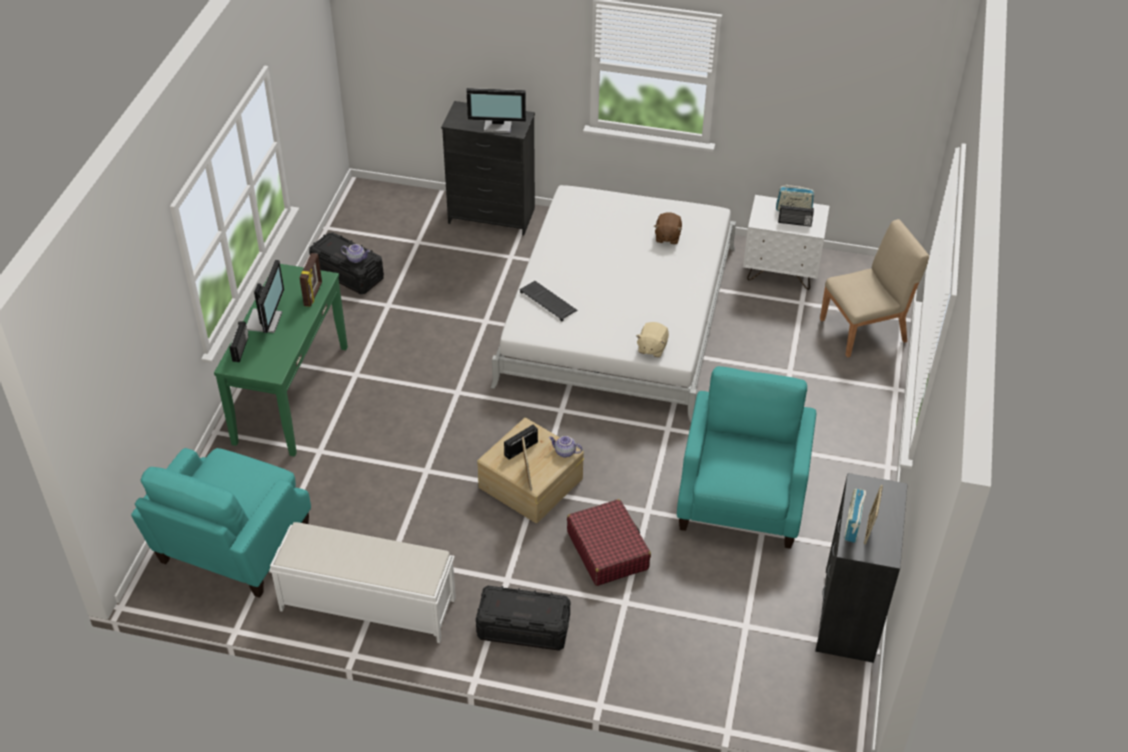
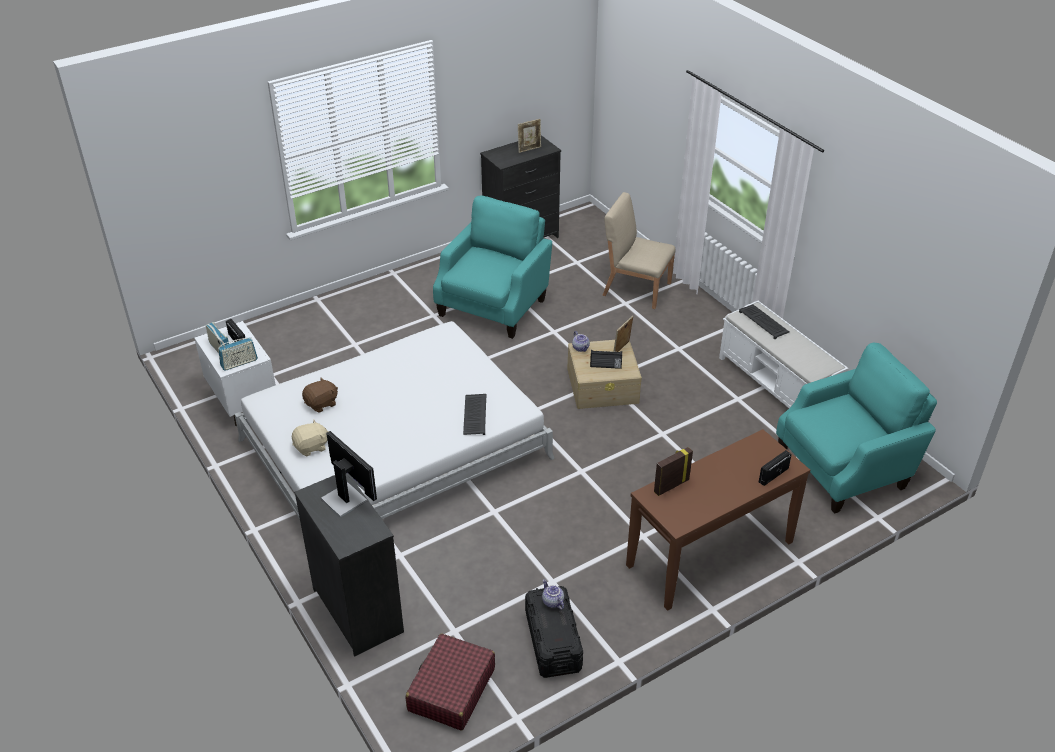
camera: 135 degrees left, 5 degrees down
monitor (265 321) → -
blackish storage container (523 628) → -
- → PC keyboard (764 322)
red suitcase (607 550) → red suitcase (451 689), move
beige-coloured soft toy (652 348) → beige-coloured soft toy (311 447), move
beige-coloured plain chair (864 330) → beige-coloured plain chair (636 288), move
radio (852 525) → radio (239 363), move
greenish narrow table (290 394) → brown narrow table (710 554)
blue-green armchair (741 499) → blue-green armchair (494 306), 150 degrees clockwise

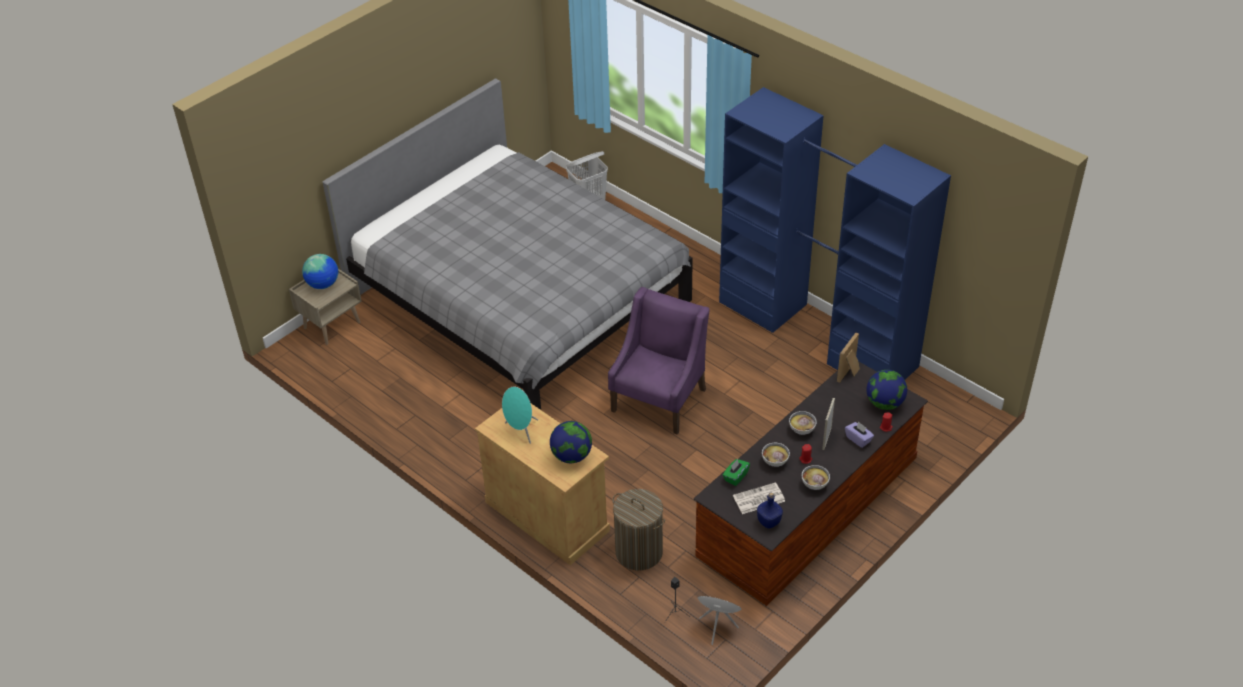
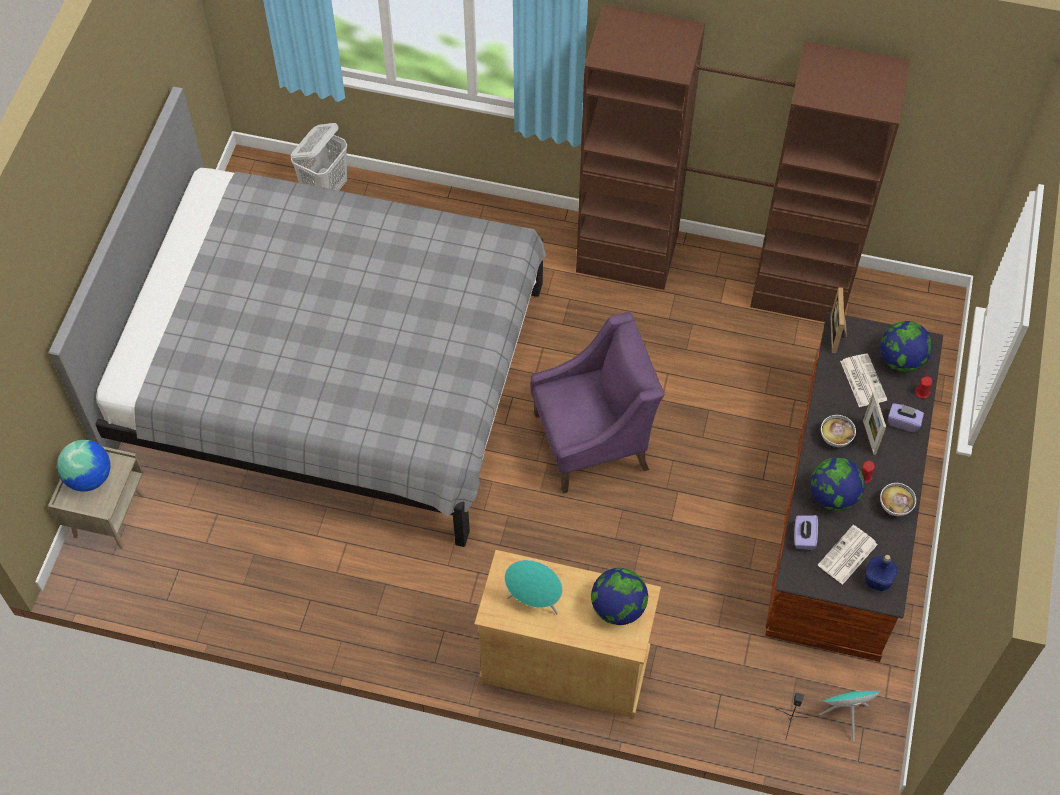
camera: 30 degrees left, 15 degrees up
laundry basket (639 552) → -
- → daily paper (862 380)
bowl (774 462) → desk globe (833 496)
blue clothes cupboard (817 334) → brown clothes cupboard (715 269)
greenish tissue holder (735 477) → purplish tissue holder (804 537)
purplish armchair (659 399) → purplish armchair (592 441), 75 degrees clockwise

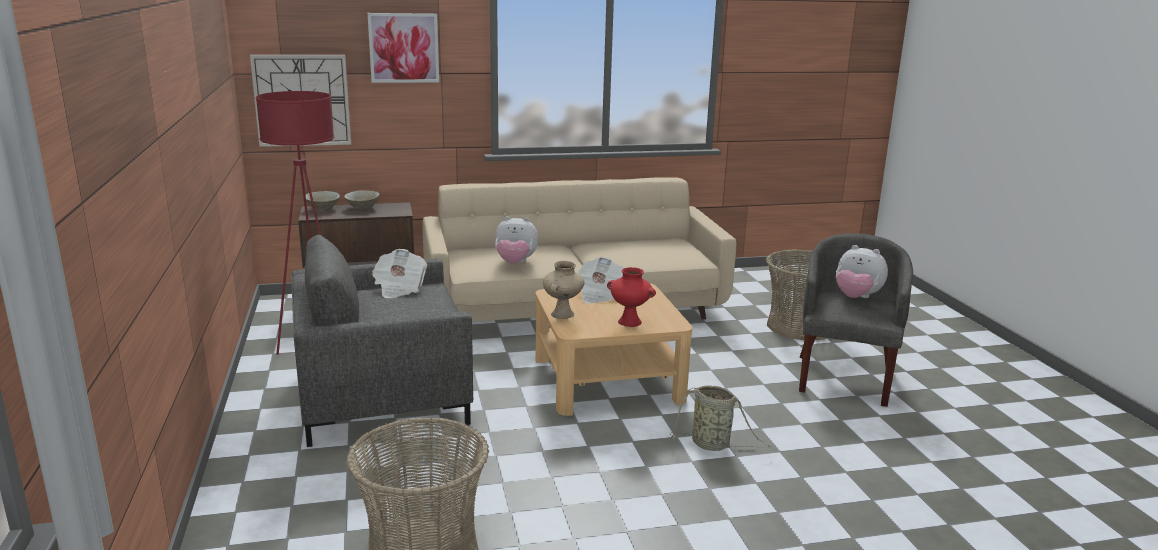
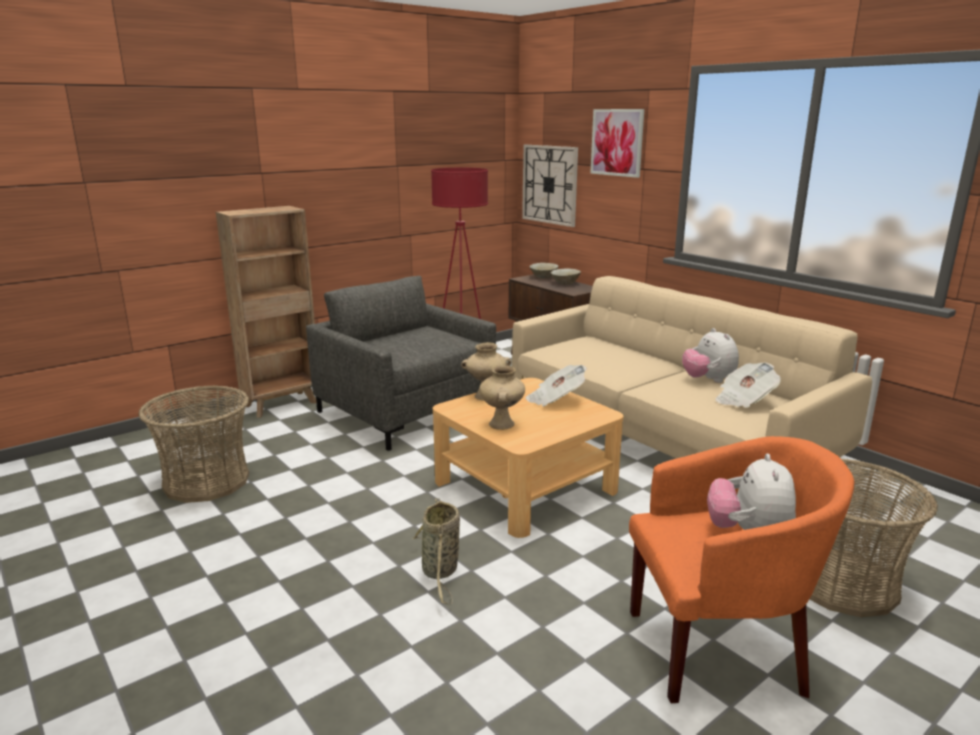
camera: 65 degrees right, 0 degrees up
- → brown bookshelf (282 404)
daily paper (399 288) → daily paper (744 400), move
soft toy (515 263) → soft toy (708 380), move
red vase (630 322) → beige-coloured vase (502 424)
greyish armchair (844 378) → orange-coloured armchair (720 648)

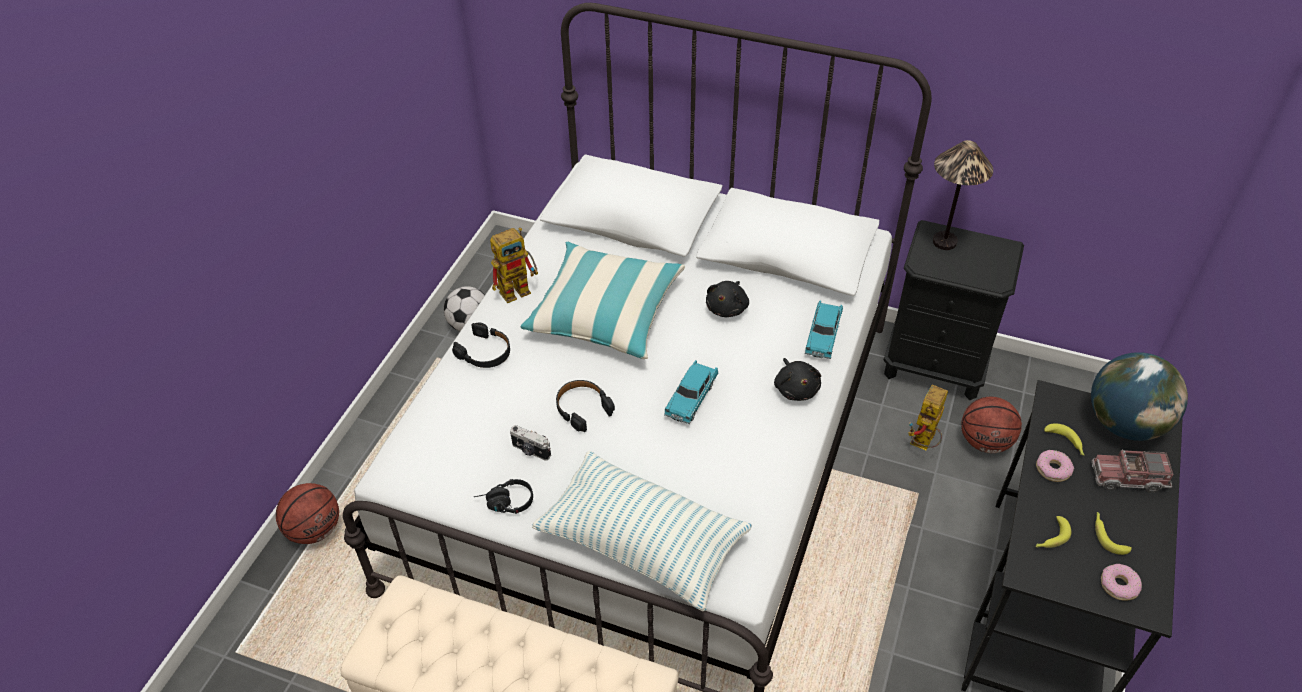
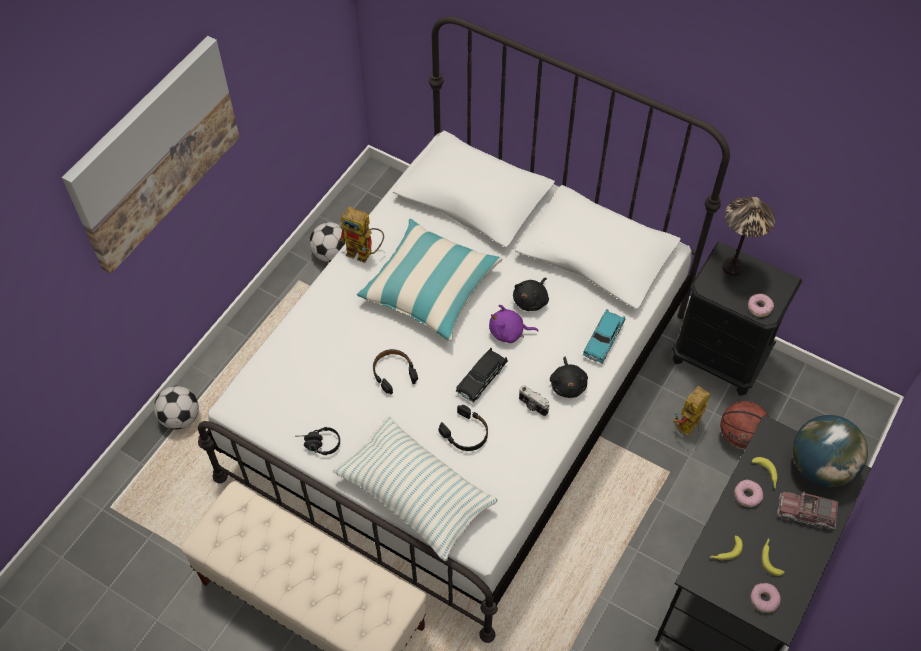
camera: 10 degrees right, 10 degrees up
- → wall art (154 153)
- → purplish soft toy (509 332)
- → doughnut (759 307)
blackish pair of headphones (485 352) → blackish pair of headphones (465 433), move
still camera (530 451) → still camera (532 406), move
basketball (315 529) → football (180 417)
blue-green model car (691 398) → blackish model car (481 379)
toy robot (519 288) → toy robot (365 253), 45 degrees clockwise

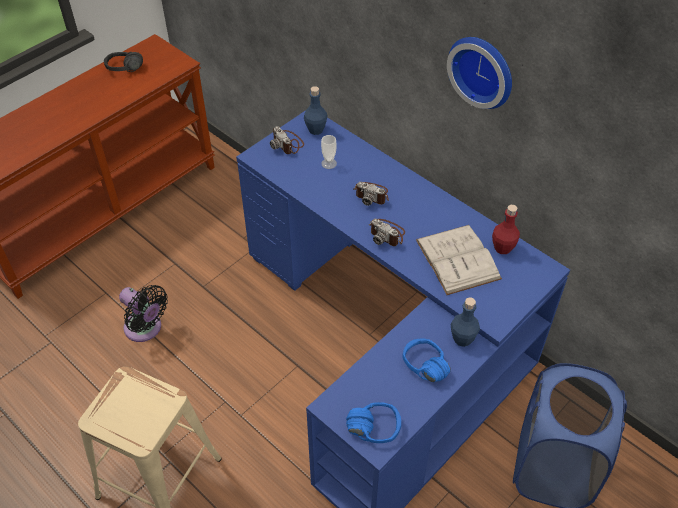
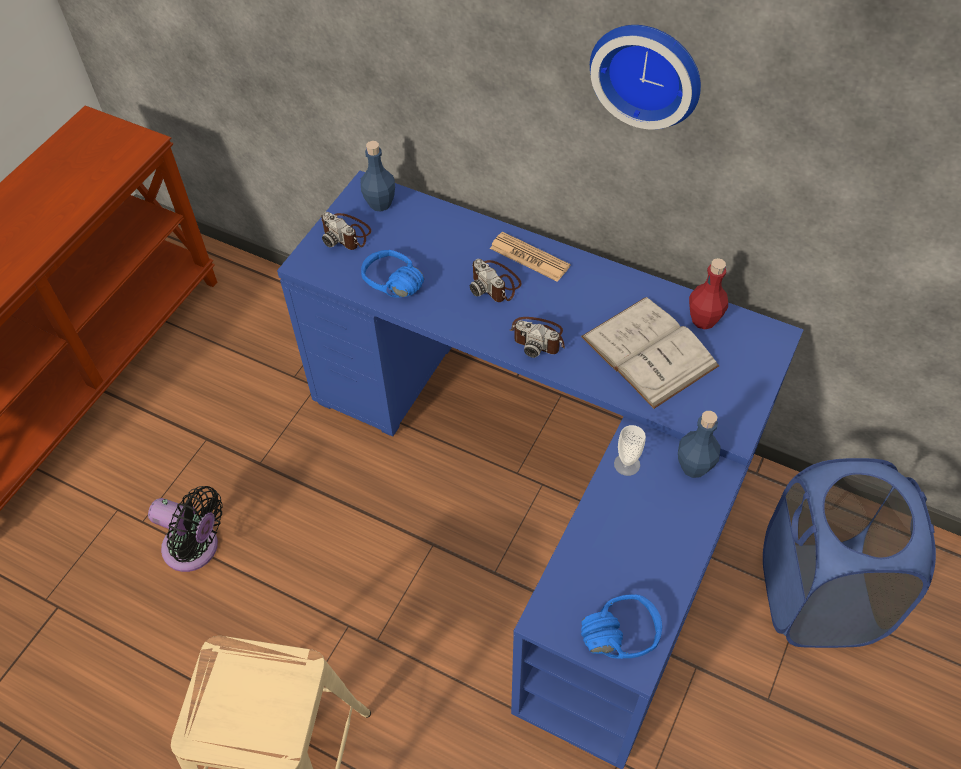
camera: 15 degrees left, 5 degrees up
blackish pair of headphones (124 71) → -
- → daily paper (529 257)
cup (329 163) → cup (627 464), move
blue pair of headphones (419 370) → blue pair of headphones (387 289), move
still camera (372 194) → still camera (495 283), 45 degrees clockwise

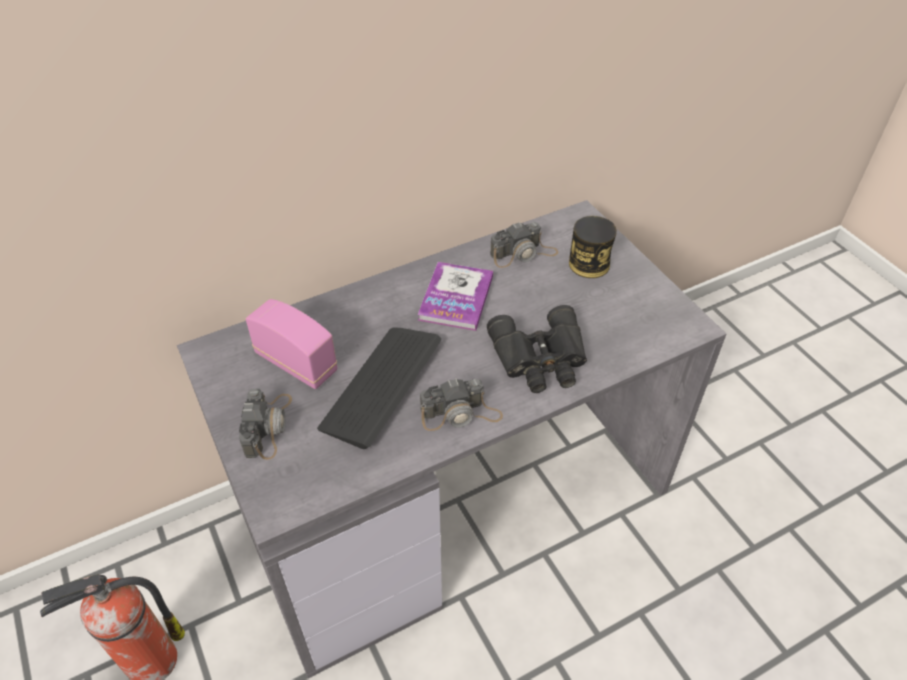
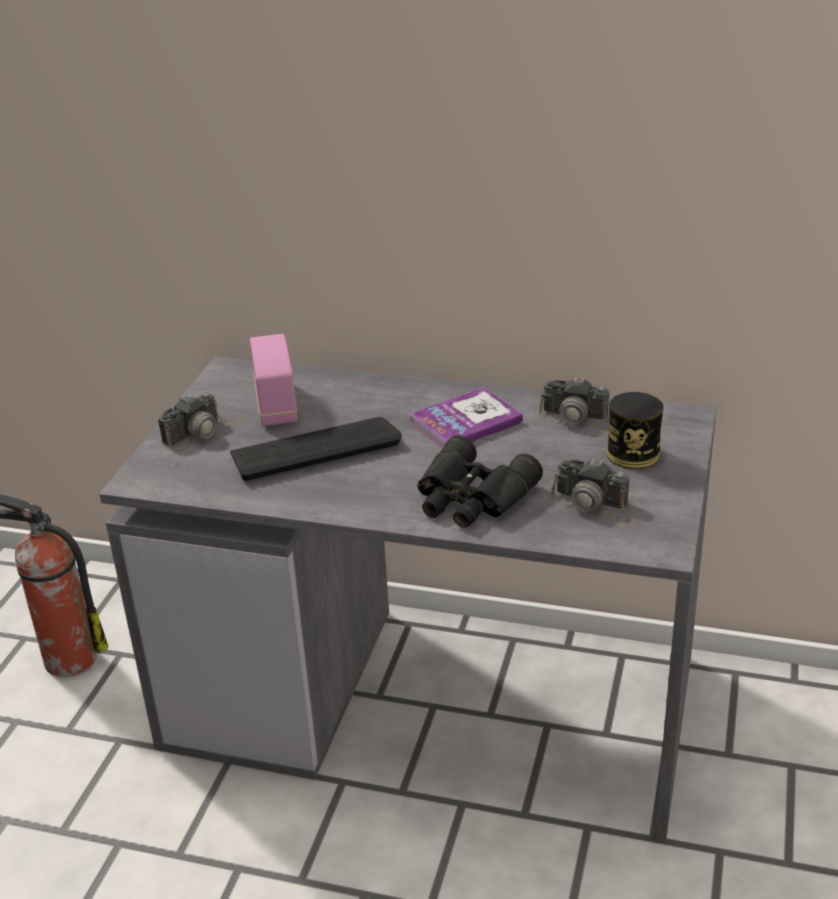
camera: 45 degrees right, 15 degrees down
still camera (460 414) → still camera (594 505), move

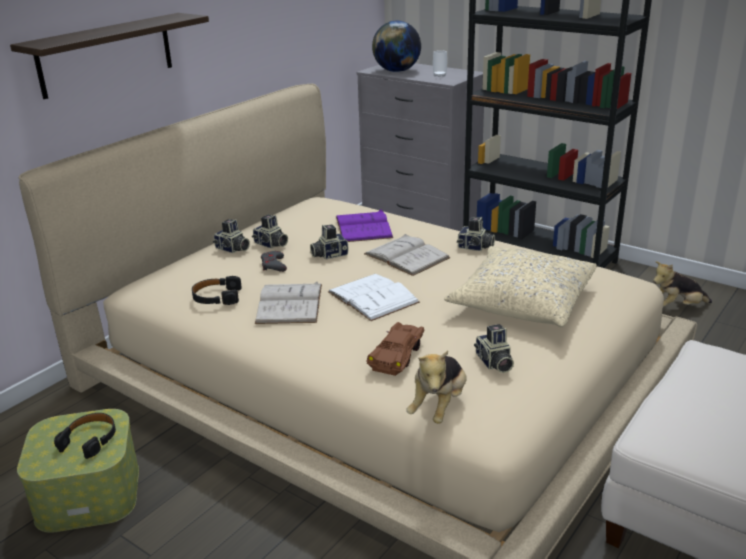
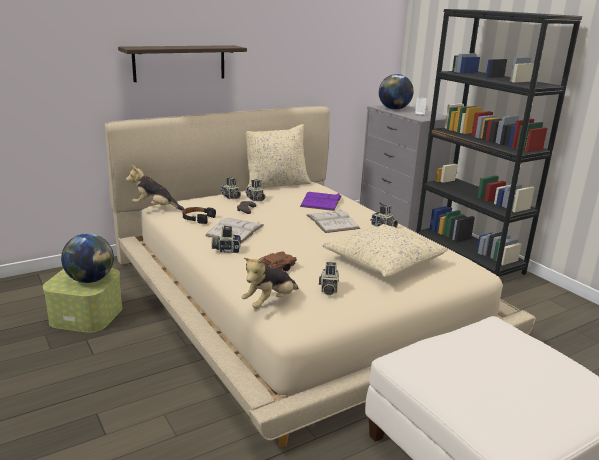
camera: 20 degrees right, 5 degrees down
white-coloured book (373 297) → -
- → beige-coloured cushion (275 185)
still camera (329 254) → still camera (226 249), move
soft toy (676 307) → soft toy (155 207), move
blackish pair of headphones (90 440) → desk globe (90 280)

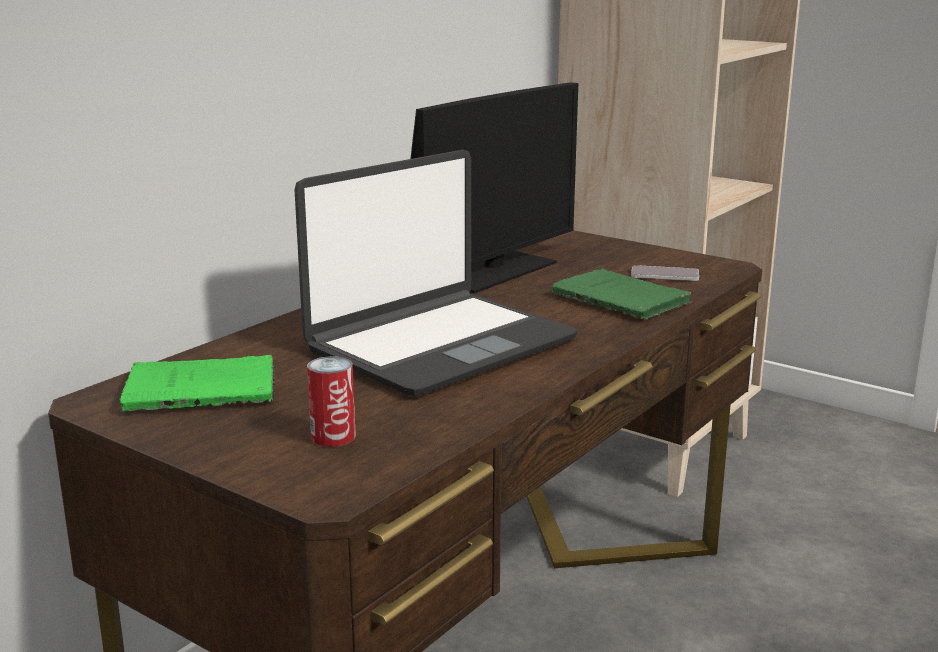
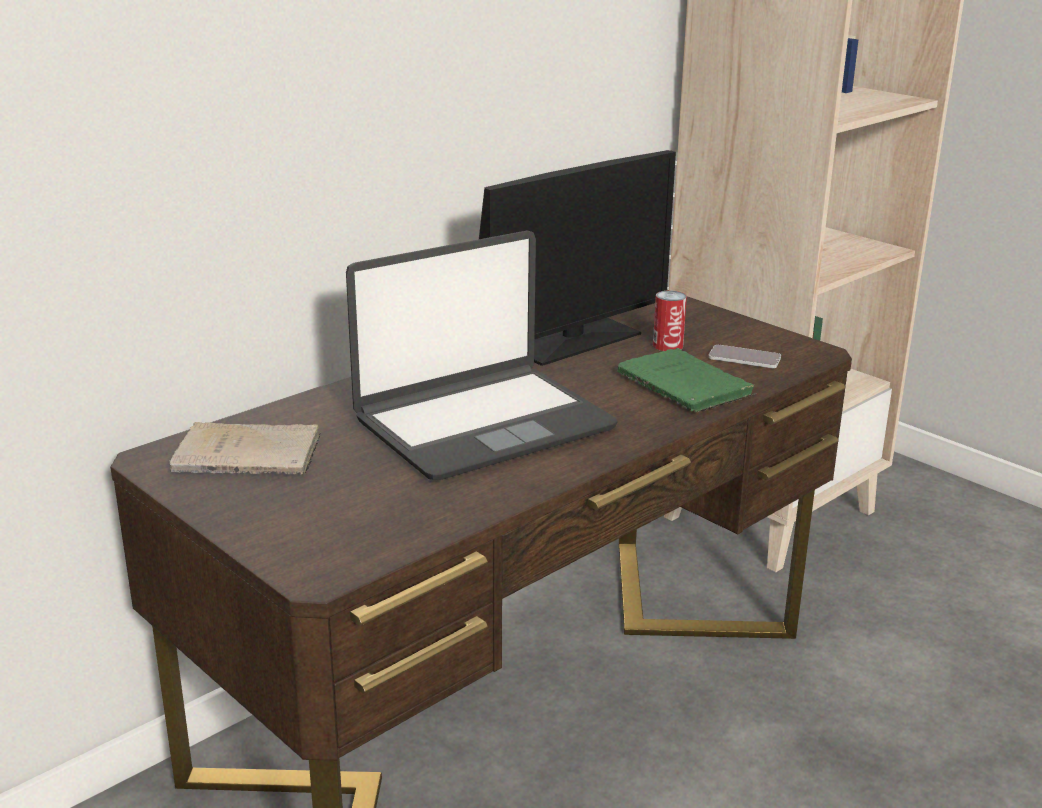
camera: 10 degrees right, 5 degrees up
sealed can (333 436) → sealed can (667 345), move
greenish book (206 389) → beige-coloured book (252 455)

